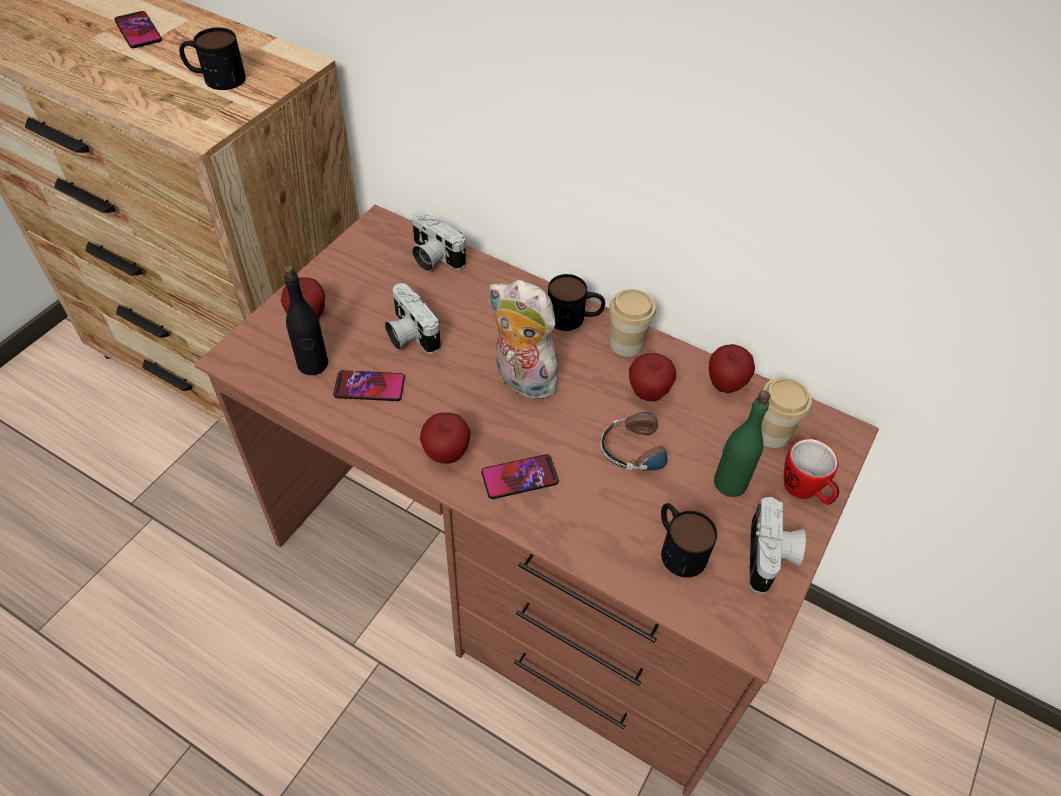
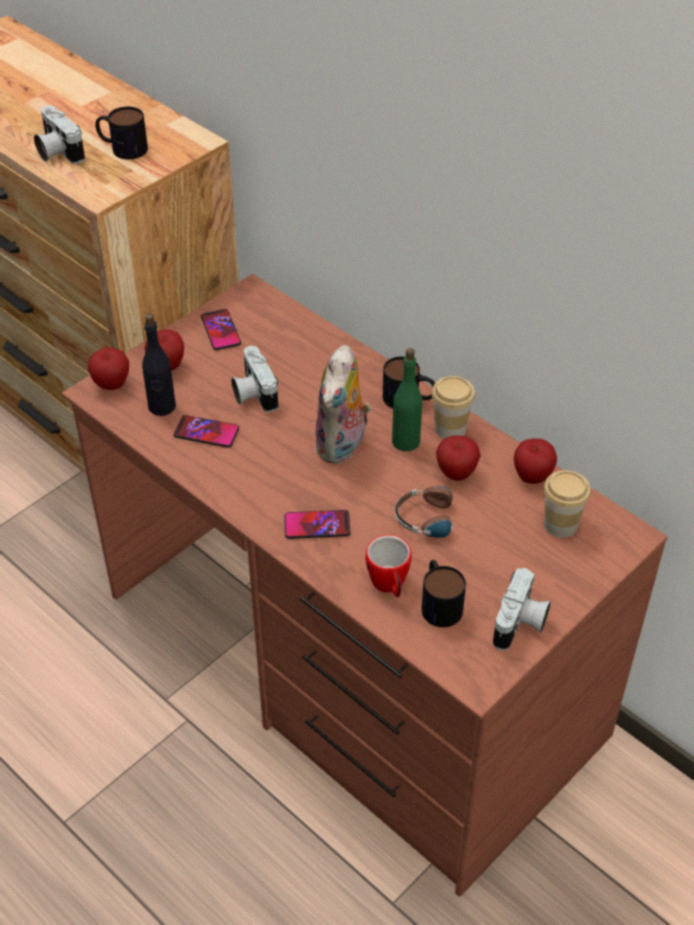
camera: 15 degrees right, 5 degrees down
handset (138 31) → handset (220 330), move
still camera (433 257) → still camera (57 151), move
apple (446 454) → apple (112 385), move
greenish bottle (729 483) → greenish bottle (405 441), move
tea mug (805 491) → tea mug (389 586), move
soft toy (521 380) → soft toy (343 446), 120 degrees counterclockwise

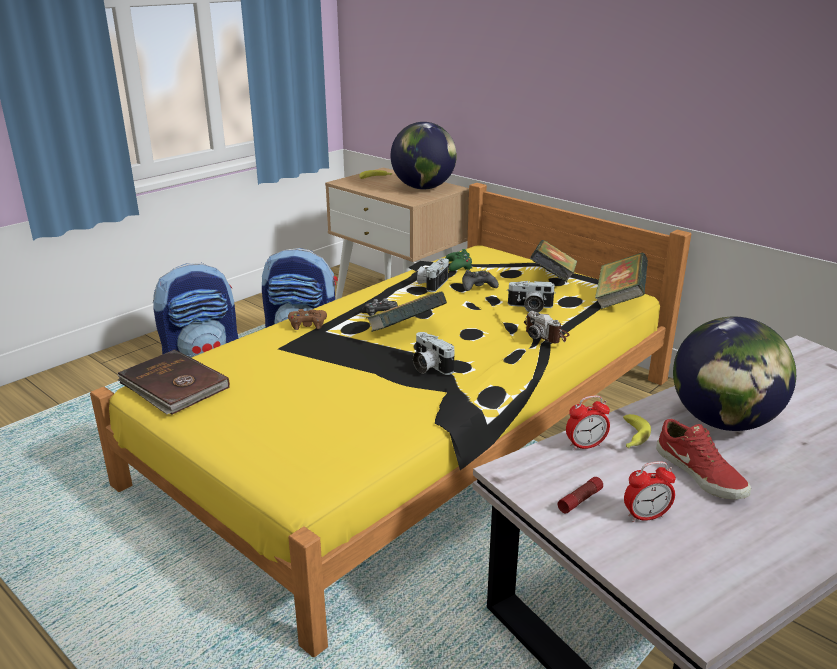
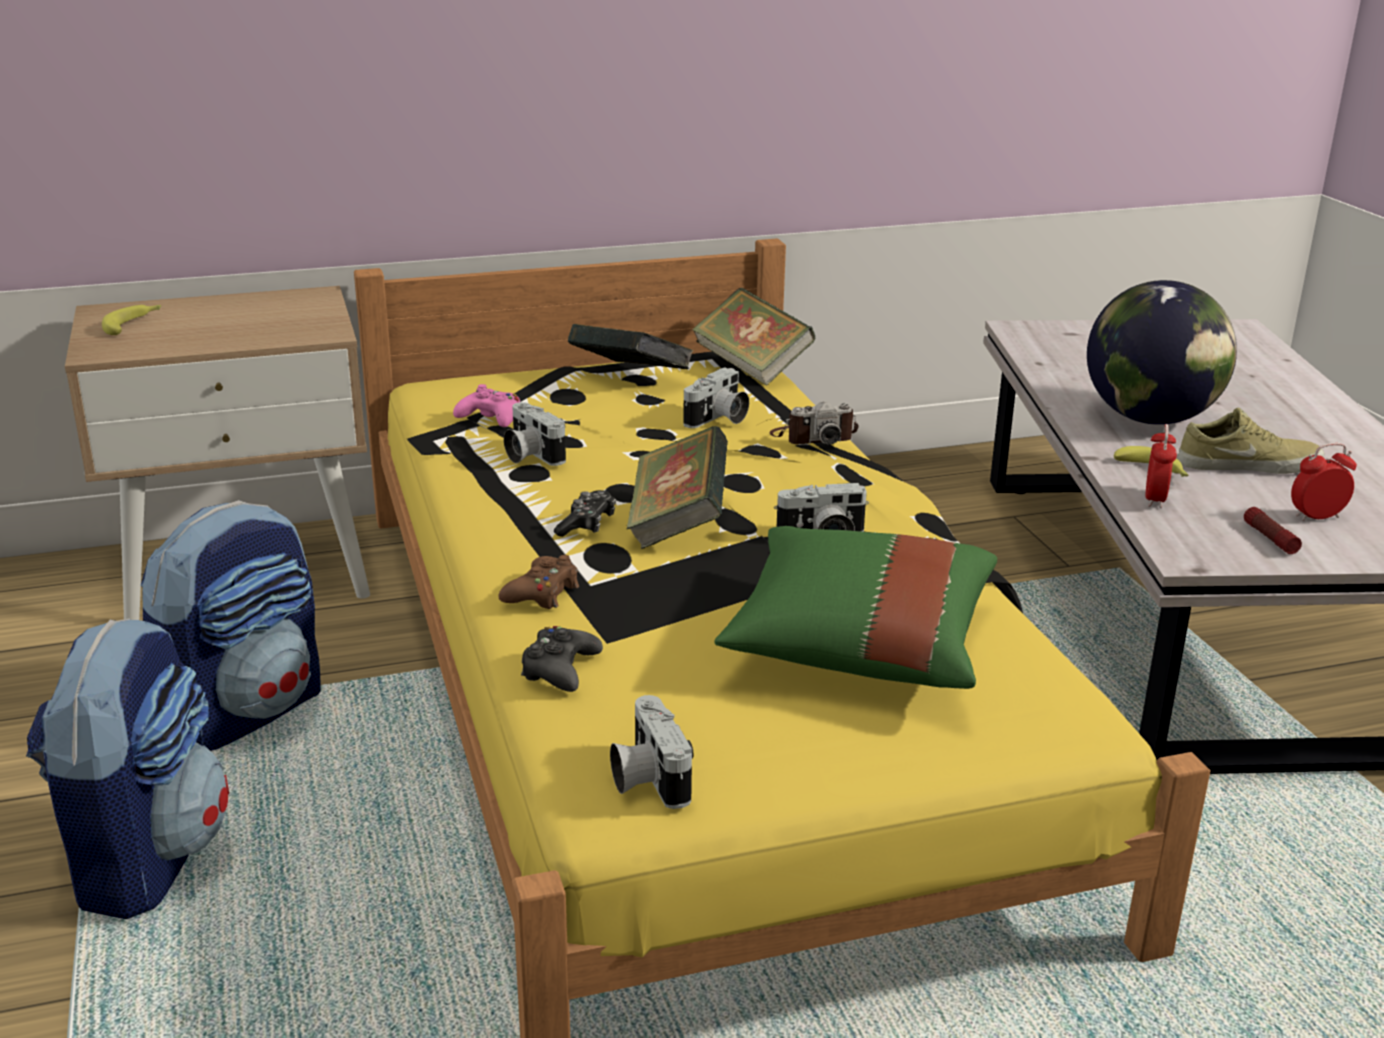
camera: 60 degrees left, 0 degrees up
desk globe (424 188) → -
- → greenish cushion (859 645)
blackish game controller (478 286) → blackish game controller (560 669), move
brown book (173 386) → still camera (646 778)
greenish game controller (459 266) → pink-coloured game controller (491 417)
red shoe (701 473) → beige-coloured shoe (1247 464)
alarm clock (645 516) → alarm clock (1316 517), 120 degrees counterclockwise

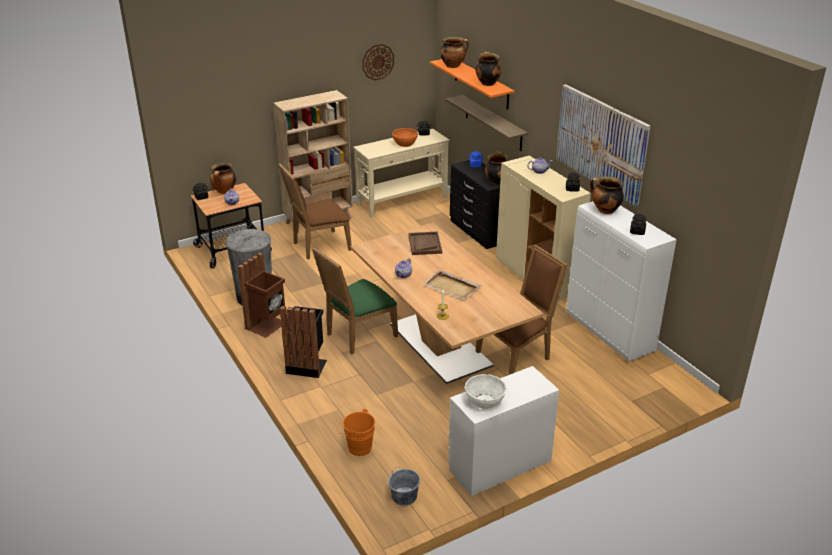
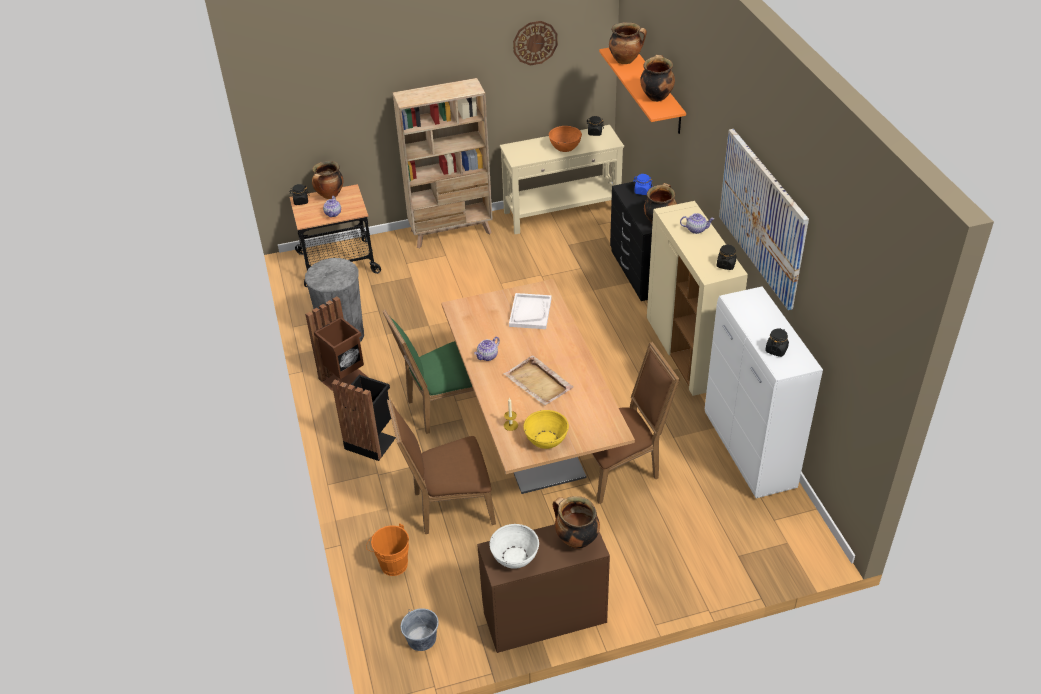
camera: 15 degrees right, 10 degrees up
wall shelf (493 123) → -
- → yellow bowl (546 439)
brown plain chair (318 246) → brown plain chair (448 506), move
stockpot (604 210) → stockpot (575 540), move
brown tray (424 244) → white-coloured tray (530 312)
white-coloured drawer chest (499 464) → brown drawer chest (543 616)

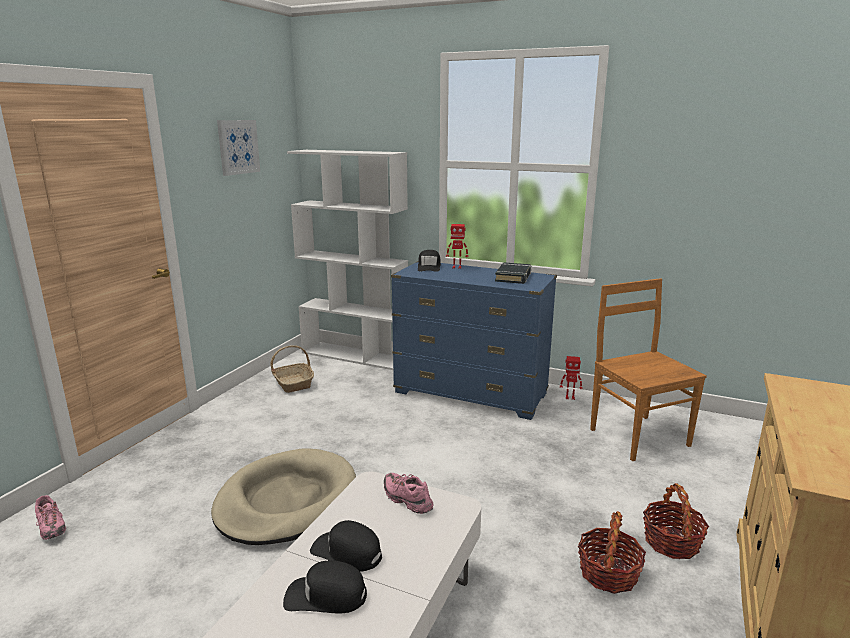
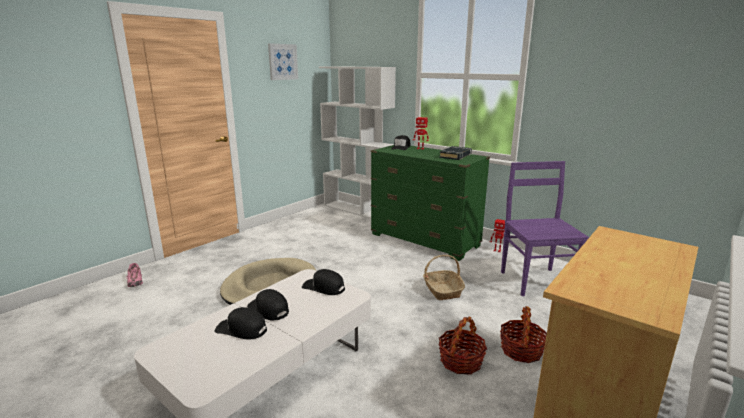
camera: 15 degrees right, 0 degrees up
basket (293 383) → basket (442 290), move
pink-coloured shoe (407 500) → blackish cap (324 287)
blue drawer chest (471 394) → greenish drawer chest (424 240)
brown plain chair (637 436) → purplish plain chair (536 281)

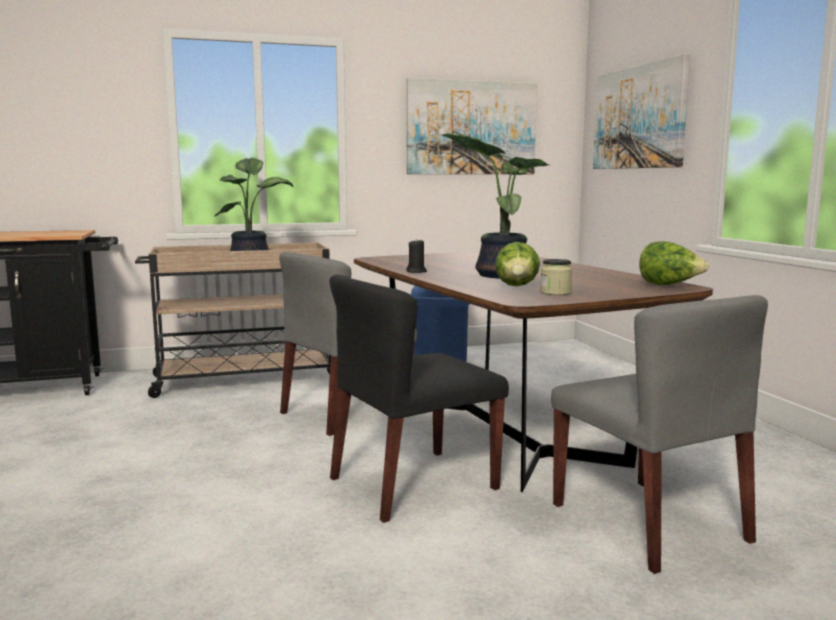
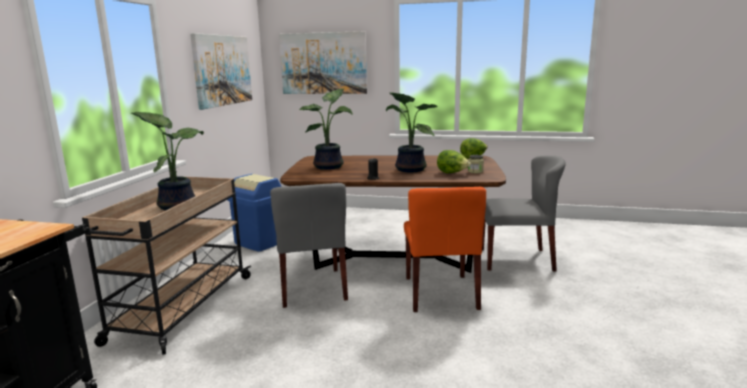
camera: 60 degrees left, 5 degrees up
- → potted plant (330 166)
blackish plain chair (412 484) → orange-coloured plain chair (441 293)

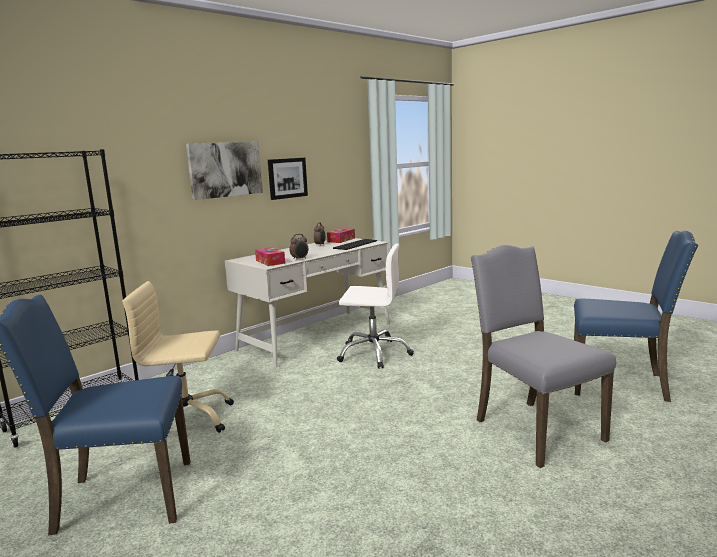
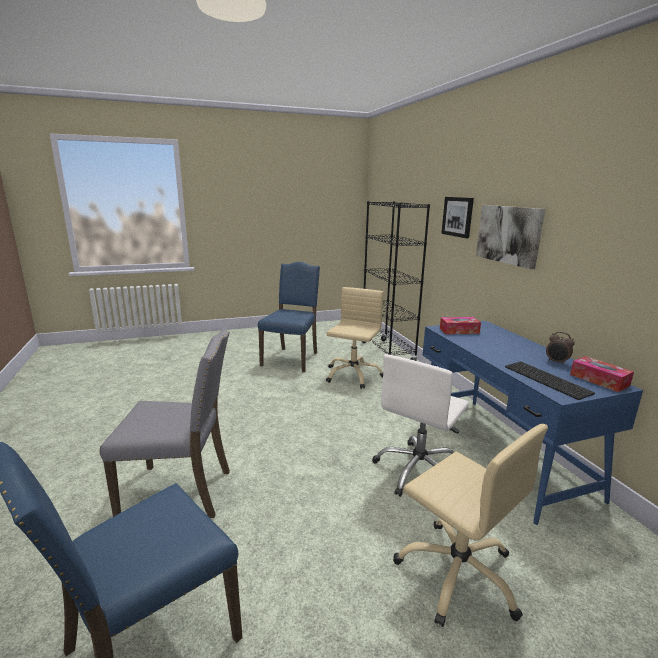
camera: 115 degrees right, 5 degrees up
alarm clock (300 259) → -
- → beige-coloured computer chair (458 573)
wall art (287 178) → wall art (458 216), move
white-coloured desk (317 336) → blue desk (498 451)

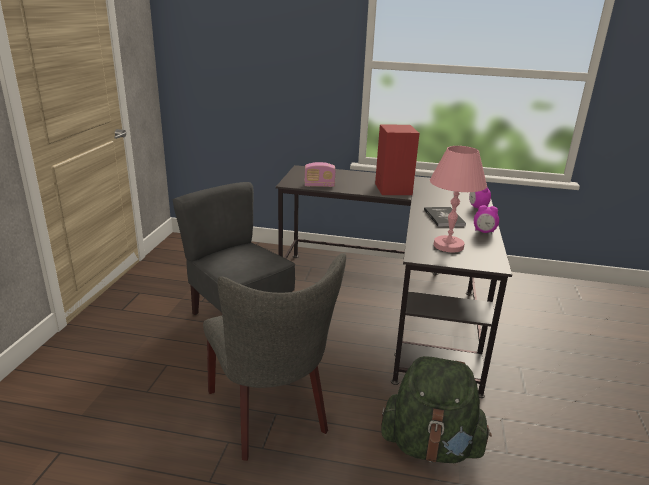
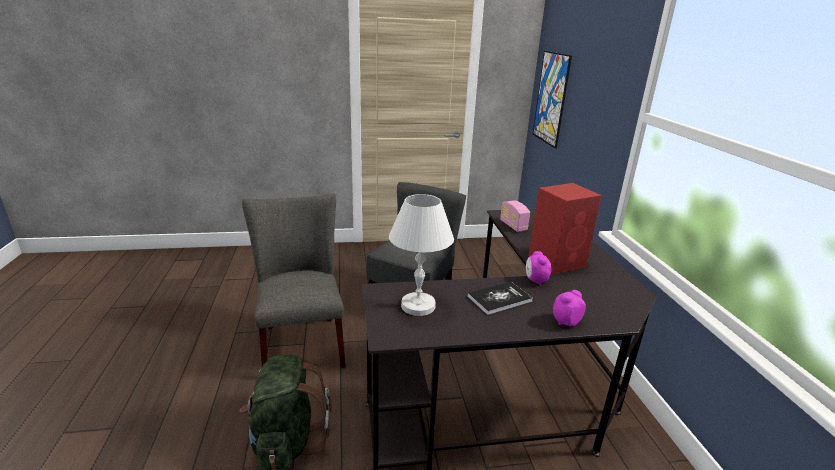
camera: 70 degrees right, 0 degrees up
- → wall art (551 98)
alarm clock (484 232) → alarm clock (535 280), move
pink-coloured lamp for a table (448 246) → white-coloured lamp for a table (417 305)
greyish plain chair (271 415) → greyish plain chair (301 342), 120 degrees clockwise

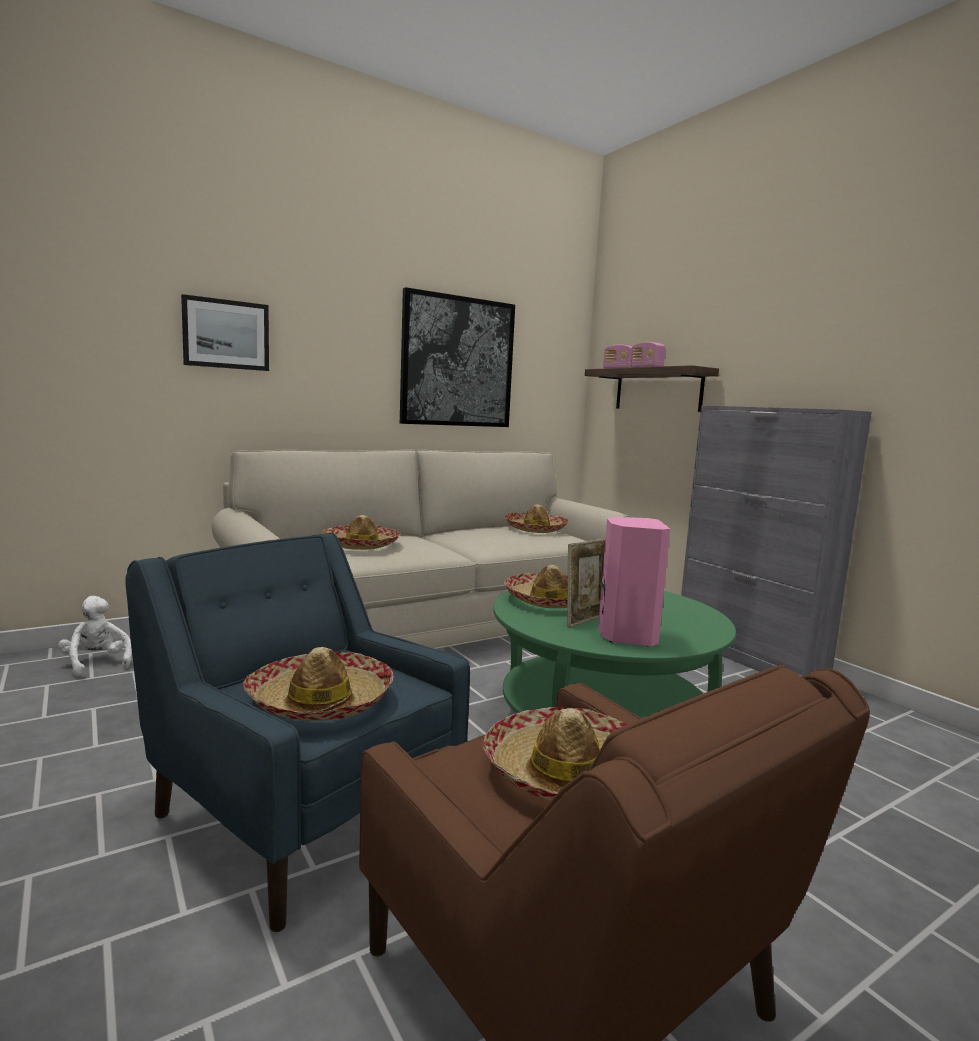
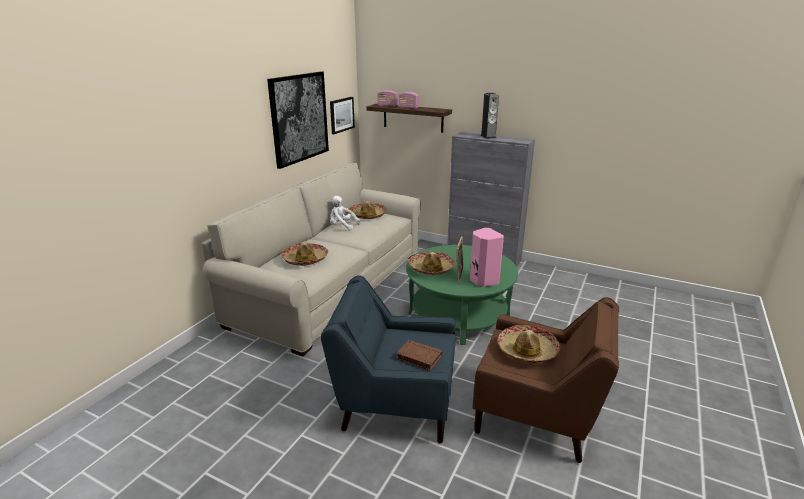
camera: 30 degrees left, 15 degrees up
- → audio speaker (488 136)
white-coloured soft toy (96 663) → white-coloured soft toy (342 226), move
wall art (226 334) → wall art (341 115), move
wearable hat (321 701) → brown book (418 357)

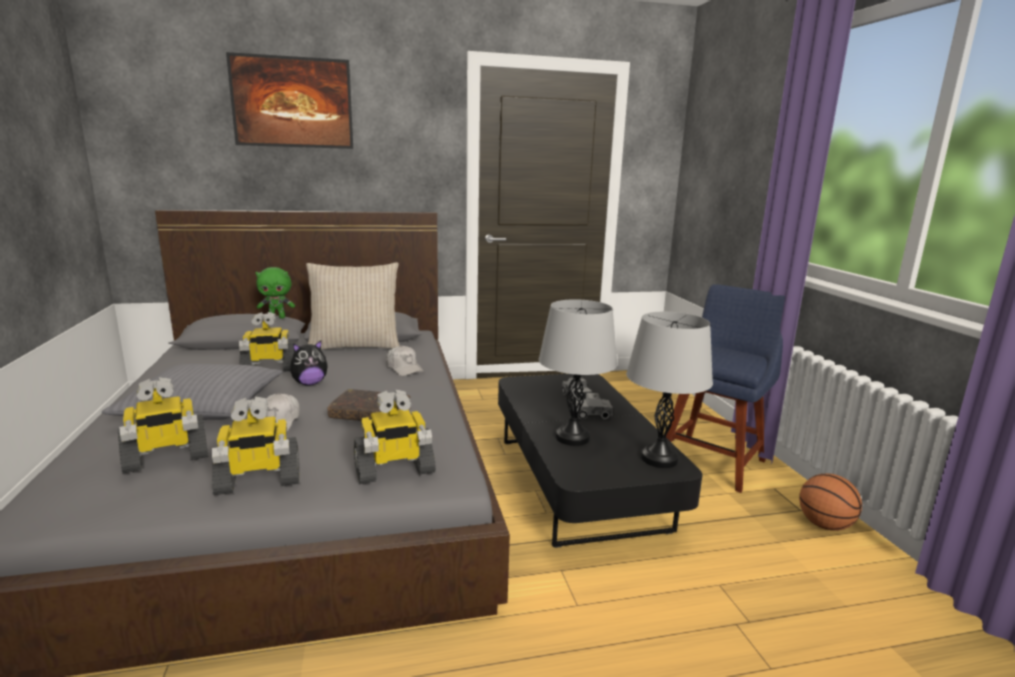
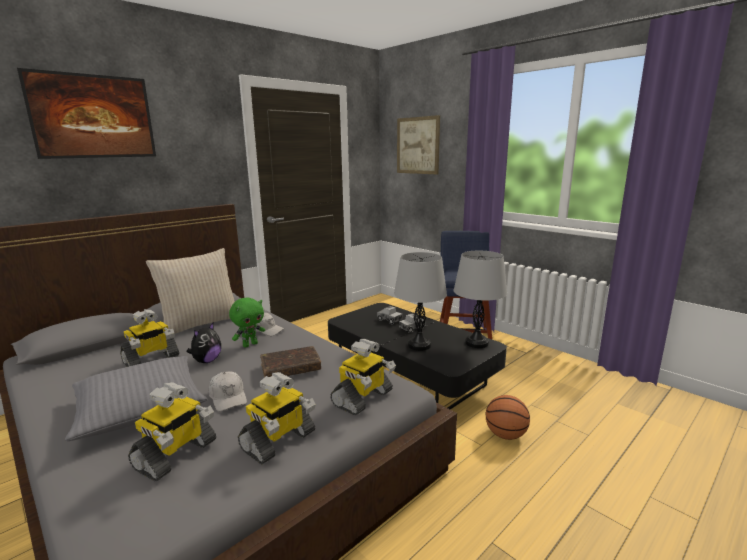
camera: 30 degrees left, 0 degrees up
- → wall art (418 145)
greenish soft toy (277 317) → greenish soft toy (250 344), move
basketball (824 525) → basketball (505 435), move

